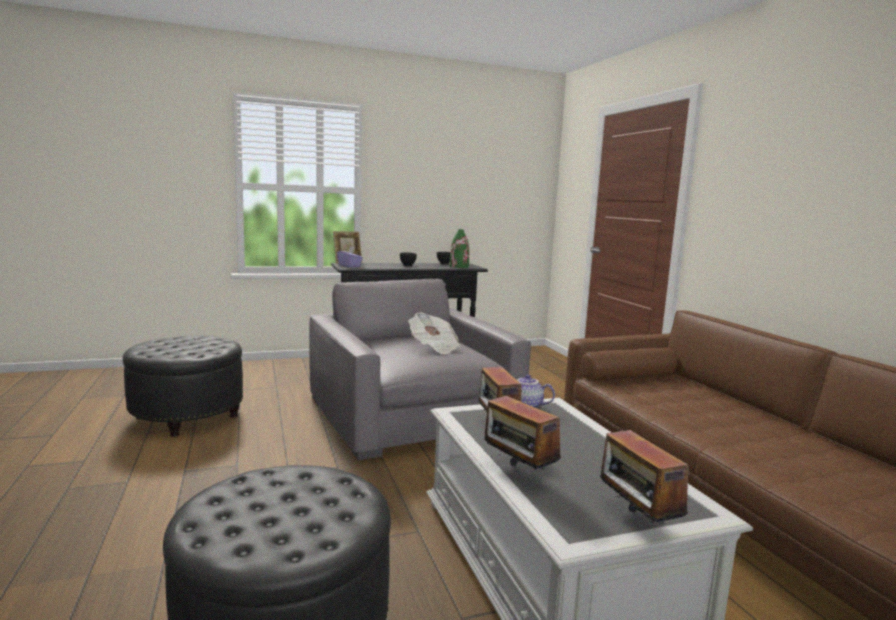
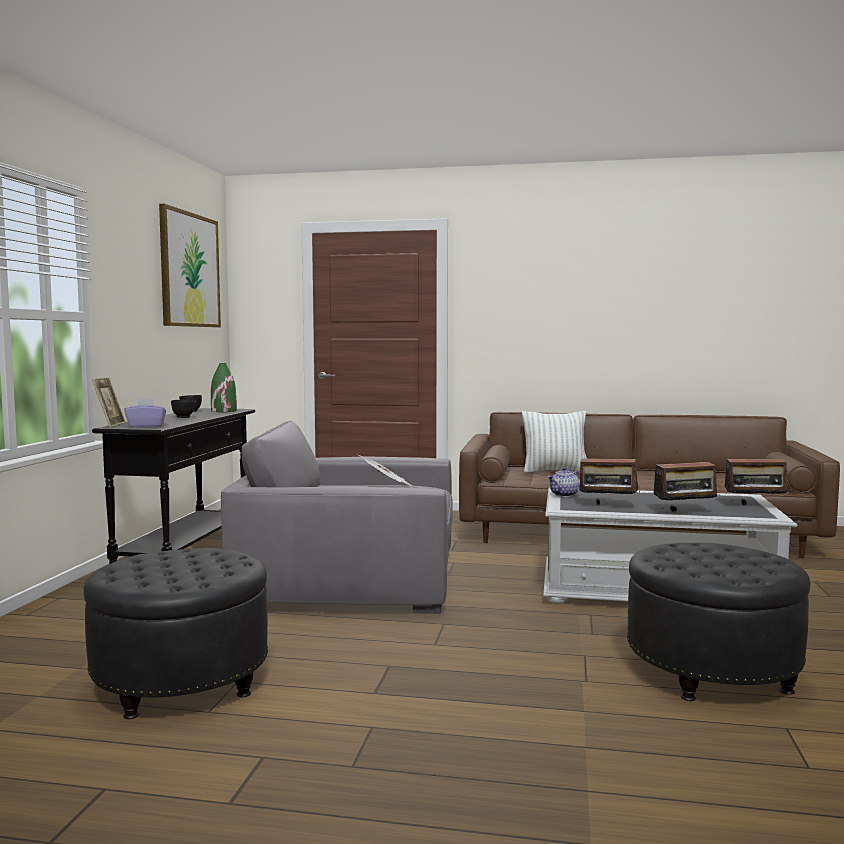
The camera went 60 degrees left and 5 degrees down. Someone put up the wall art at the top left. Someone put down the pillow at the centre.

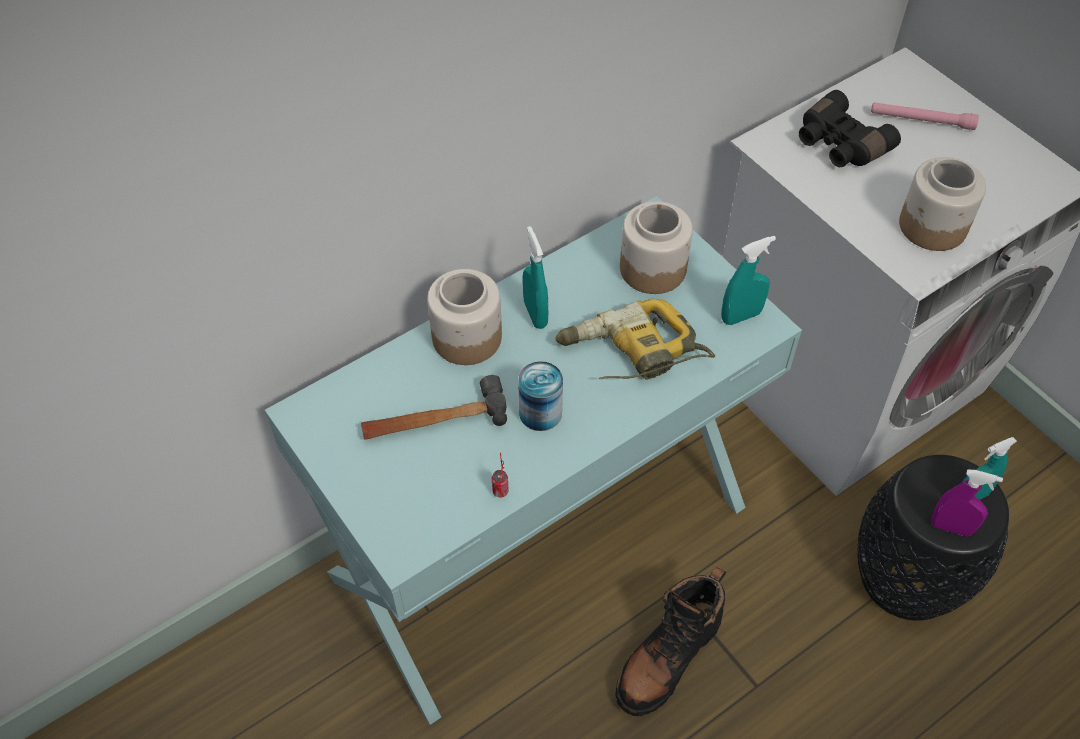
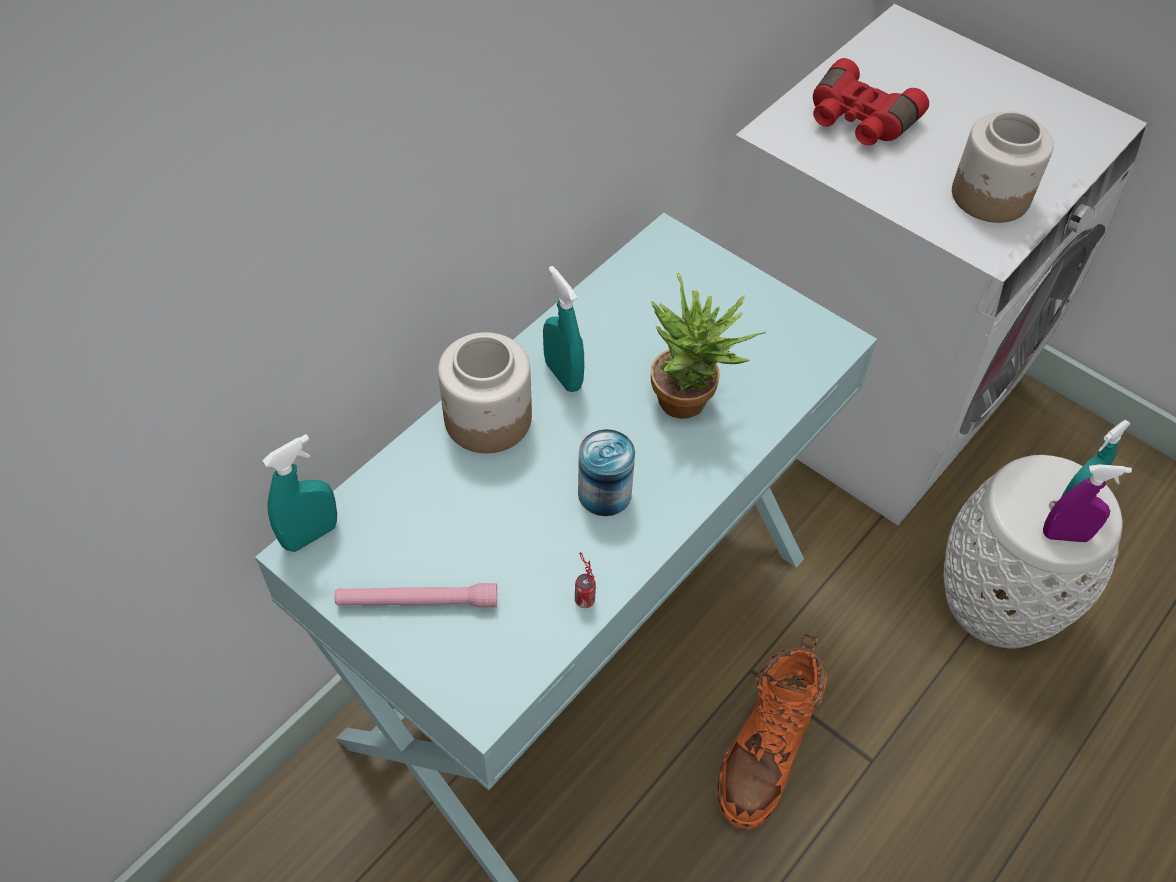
The camera went 15 degrees left and 0 degrees up. Someone took away the hammer at the centre. Someone took away the jar (2nd from left) at the centre. Someone carried the sprayer (turquoise) (2nd from left in the first image) from the middle right to the middle left. Someone carried the torch (pink) from the top right to the bottom centre. Someone swapped the drill at the centre for the potted plant at the centre. Someone repainted the high-top boot (black) at the bottom centre, which became the high-top boot (orangey) at the bottom centre. Someone repainted the field glasses (black) at the top right, which became the field glasses (red) at the top right. Someone repainted the sitting stool (black) at the bottom right, which became the sitting stool (white) at the middle right.

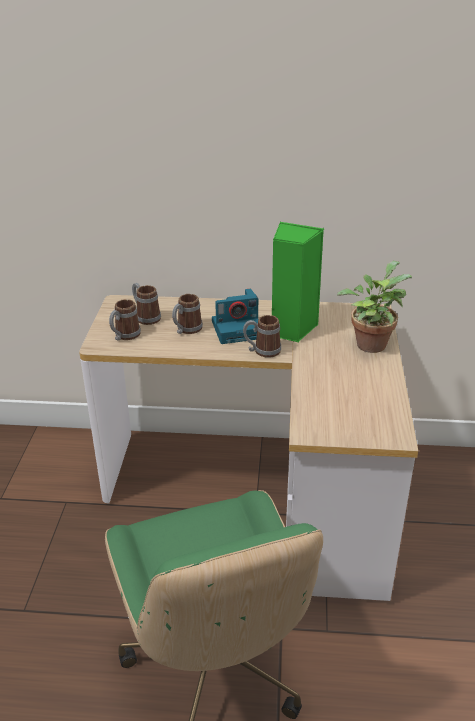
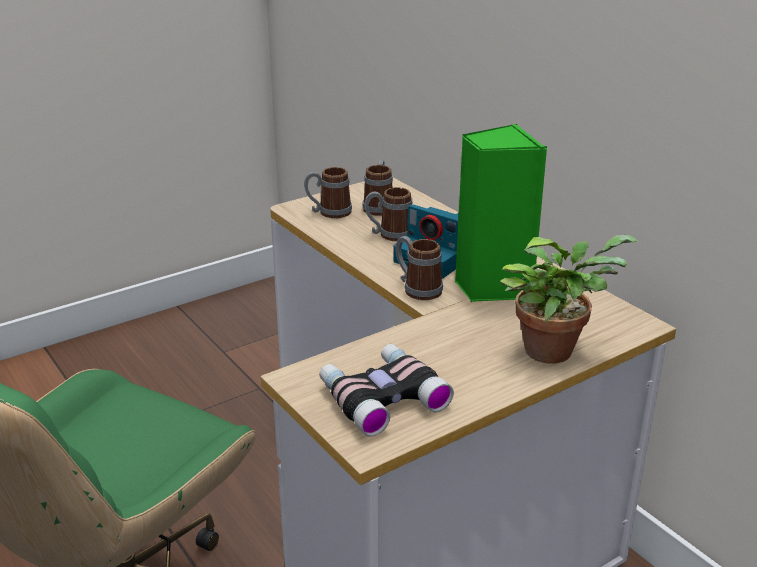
The camera went 50 degrees right and 5 degrees down. Someone put down the field glasses at the bottom centre.

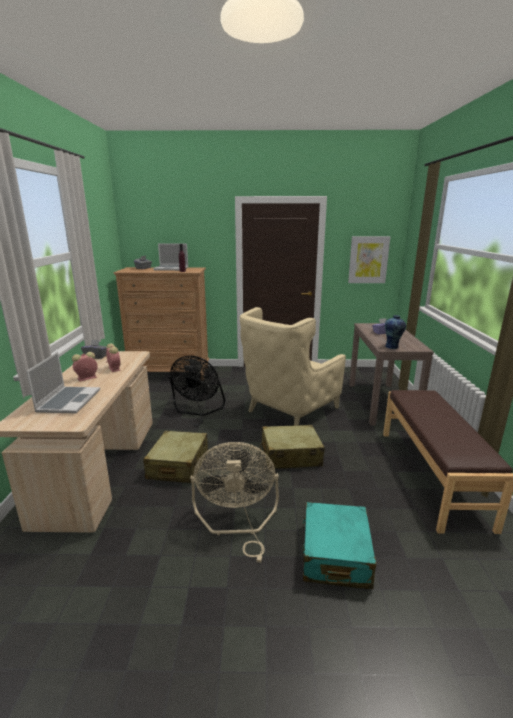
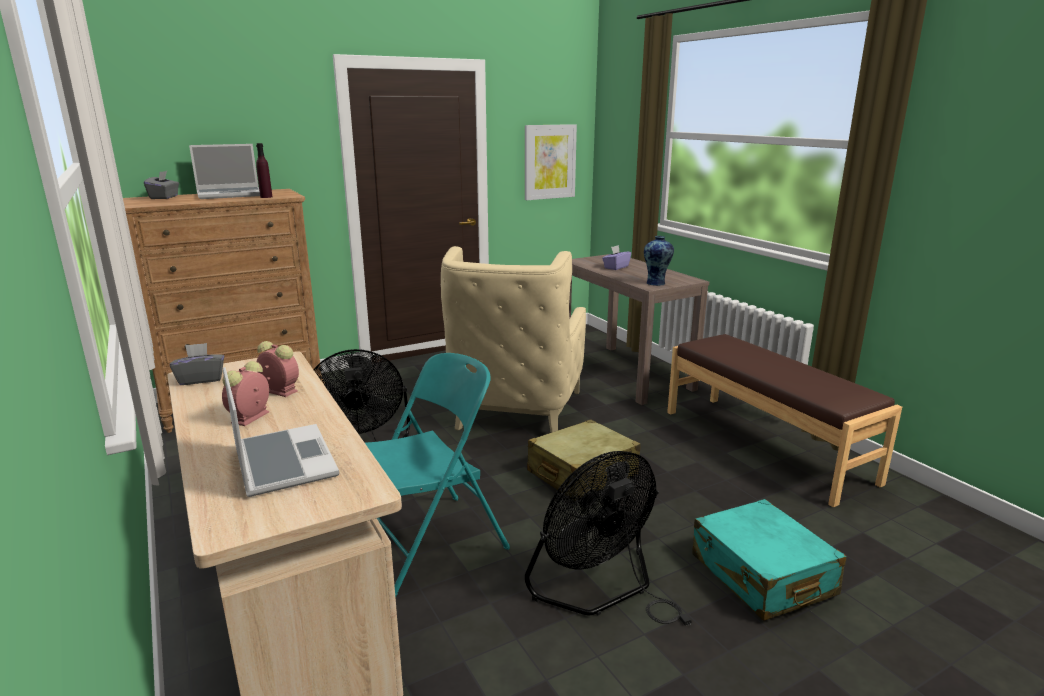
The camera went 30 degrees left and 0 degrees up. Someone swapped the piece of luggage (sand-coloured) (1st from left) at the centre for the upright chair (turquoise) at the bottom centre. Someone repainted the fan (sand-coloured) at the bottom centre, which became the fan (black) (2nd from left) at the bottom centre.

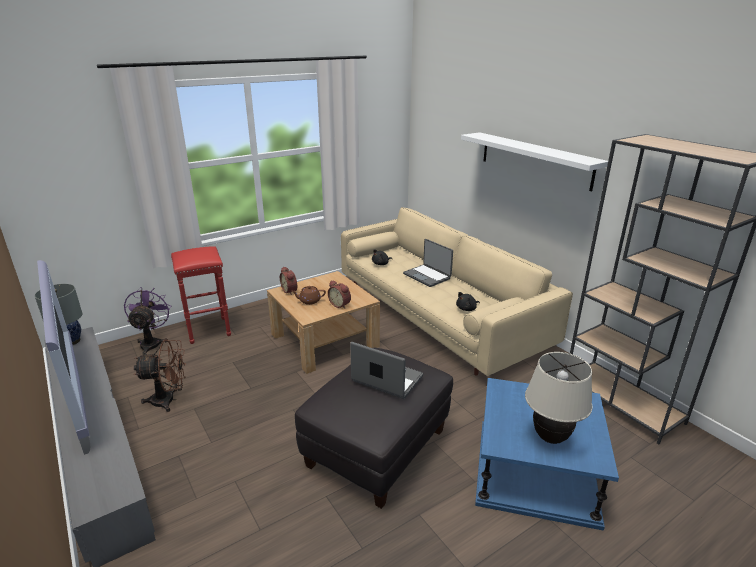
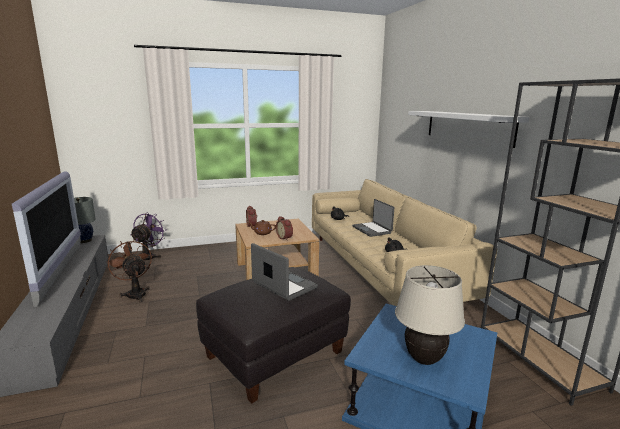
The camera went 15 degrees right and 10 degrees down. Someone took away the sitting stool (red) at the middle left. Someone rotated the fan (brown) at the middle left by 135 degrees counterclockwise.

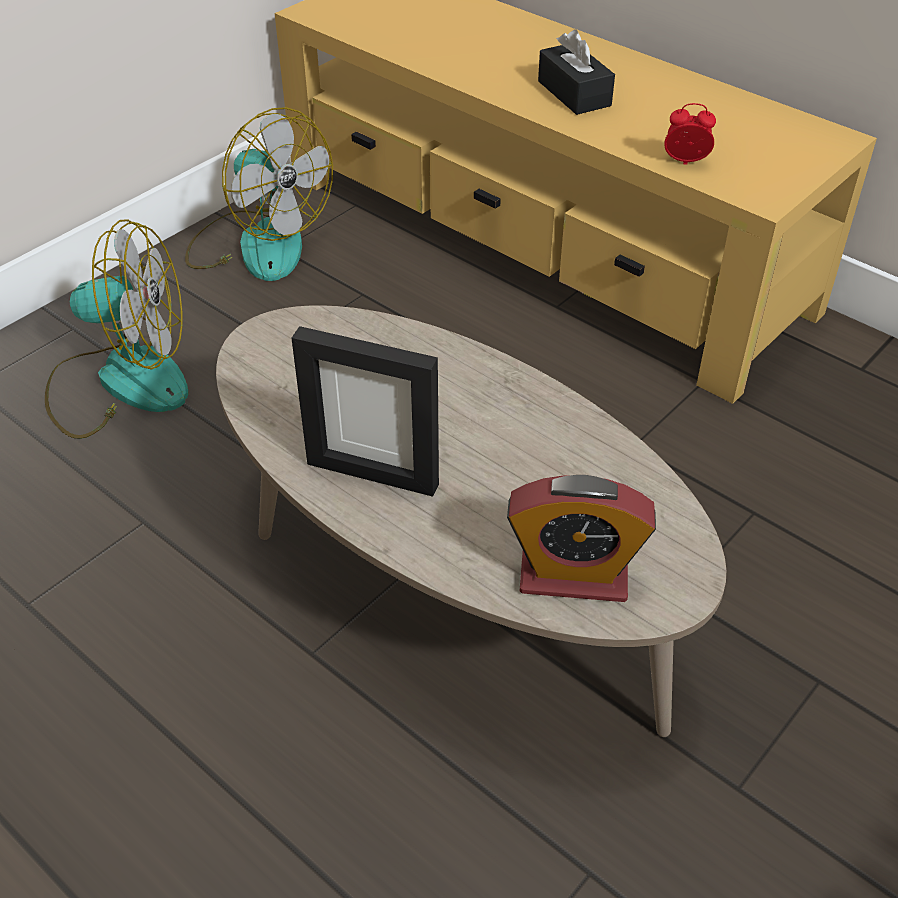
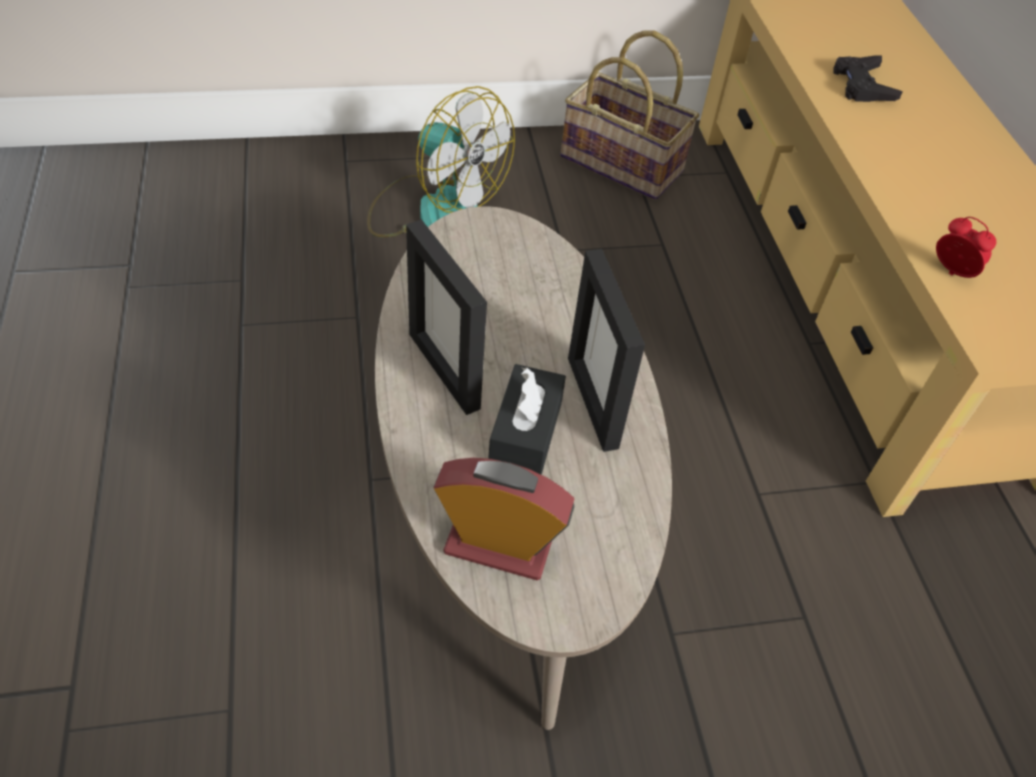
The camera went 35 degrees right and 5 degrees up. Someone put down the standing frame (2nd from left) at the centre. Someone put down the joypad (black) at the top right. Someone carried the box of tissues (black) from the top centre to the centre. Someone swapped the fan (2nd from left) at the top left for the storage basket at the top centre. Someone rotated the alarm clock (1st from left) at the centre by 150 degrees clockwise.

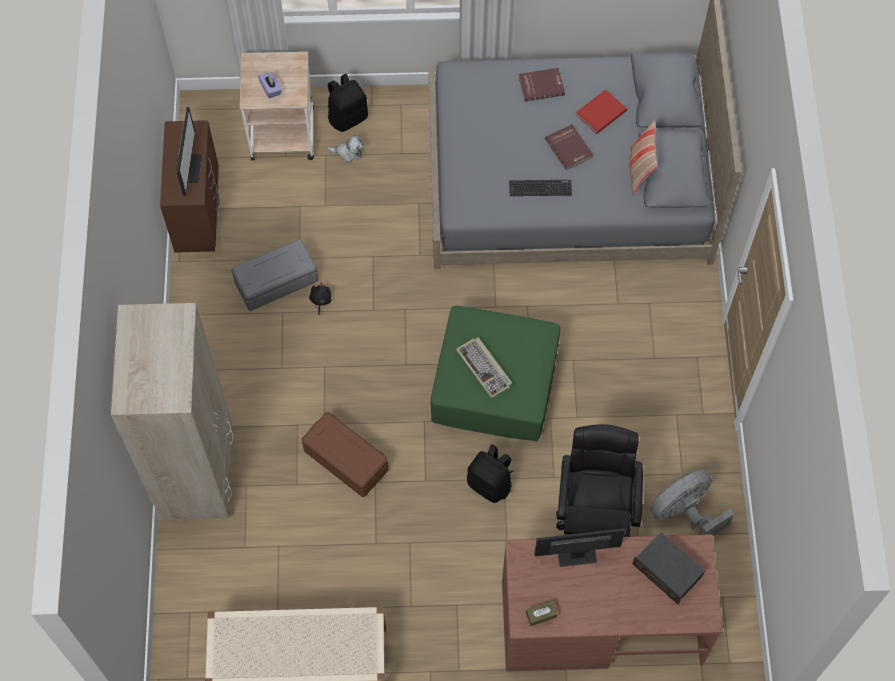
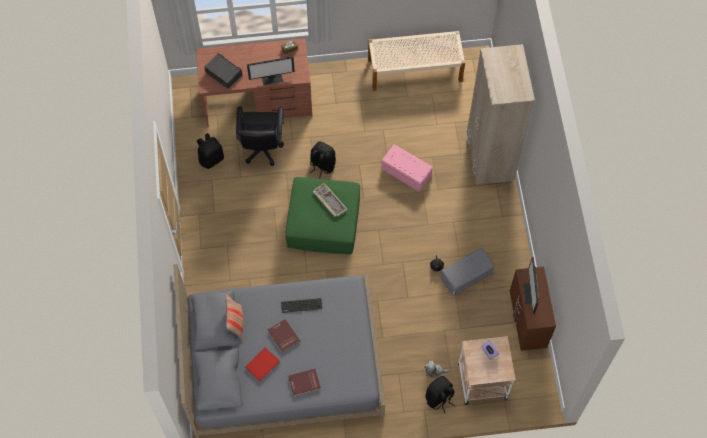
The camera went 175 degrees right and 0 degrees up. Someone swapped the fan (grey) at the bottom right for the rucksack (black) (1st from left) at the middle left. Someone repainted the storage box (brown) at the bottom centre, which became the storage box (pink) at the centre.

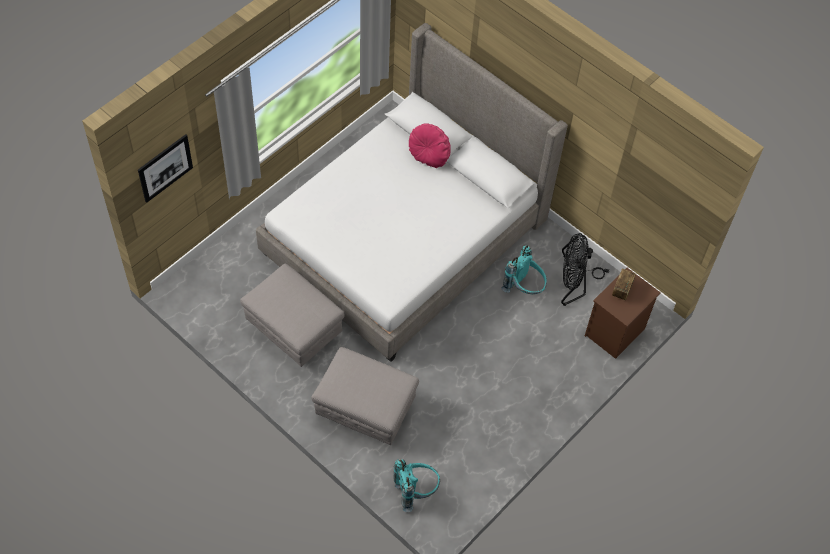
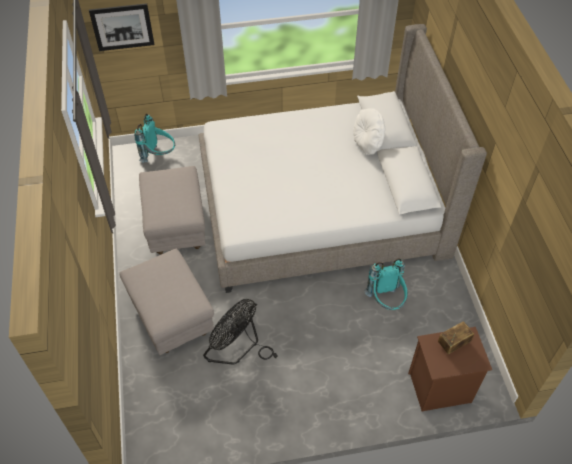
The camera went 40 degrees right and 5 degrees down. Someone carried the rucksack (turquoise) (1st from left) from the bottom centre to the top left. Someone carried the fan (black) from the middle right to the bottom centre. Someone repainted the pillow (pink) at the top centre, which became the pillow (white) at the top centre.

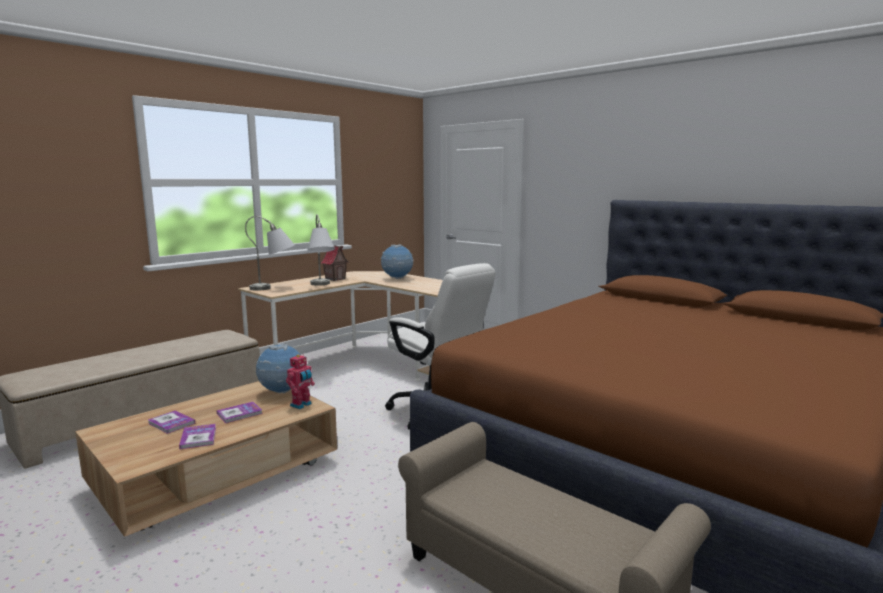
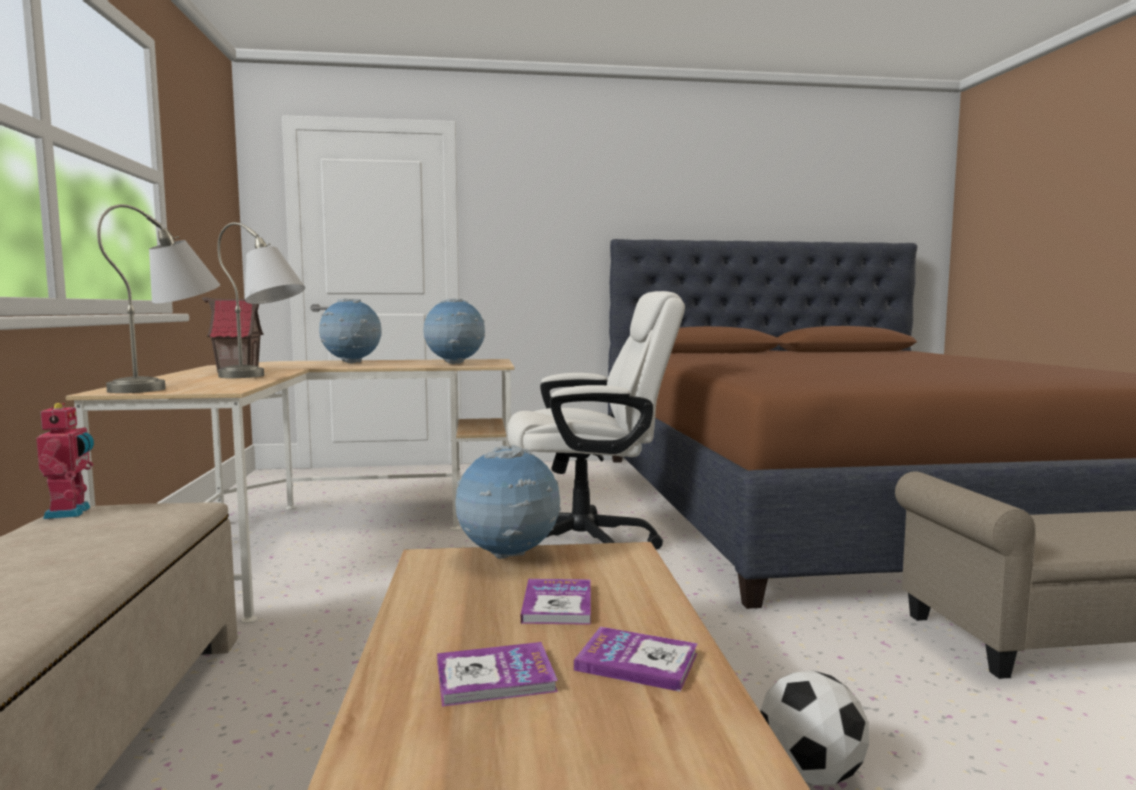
The camera went 50 degrees left and 5 degrees down. Someone put down the world globe (2nd from left) at the centre. Someone put down the football ball at the bottom right. Someone carried the robot figure from the centre to the middle left.

